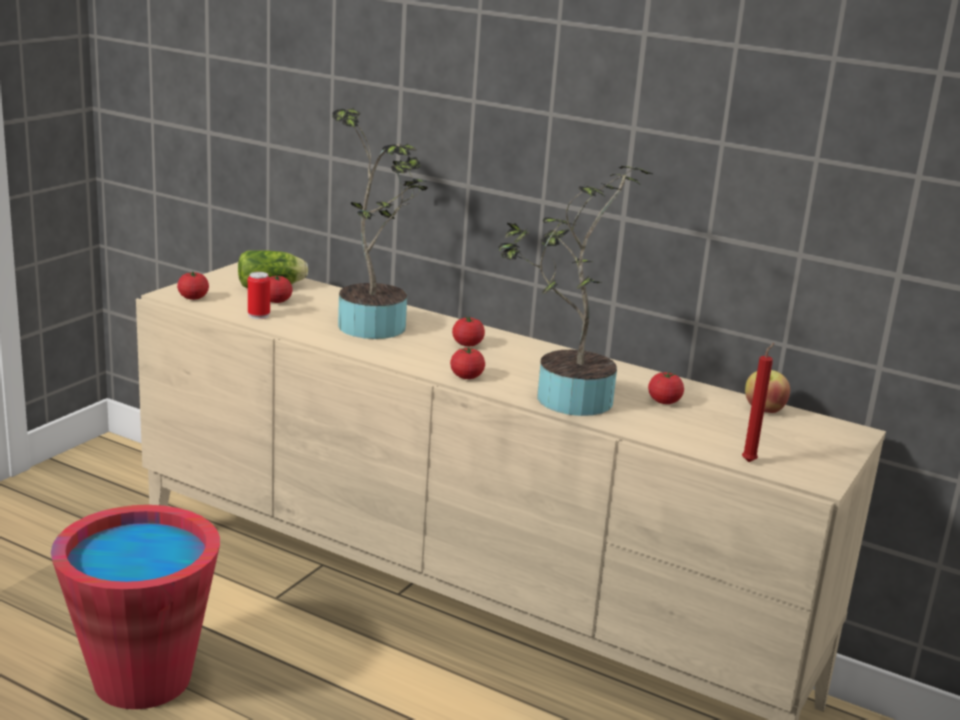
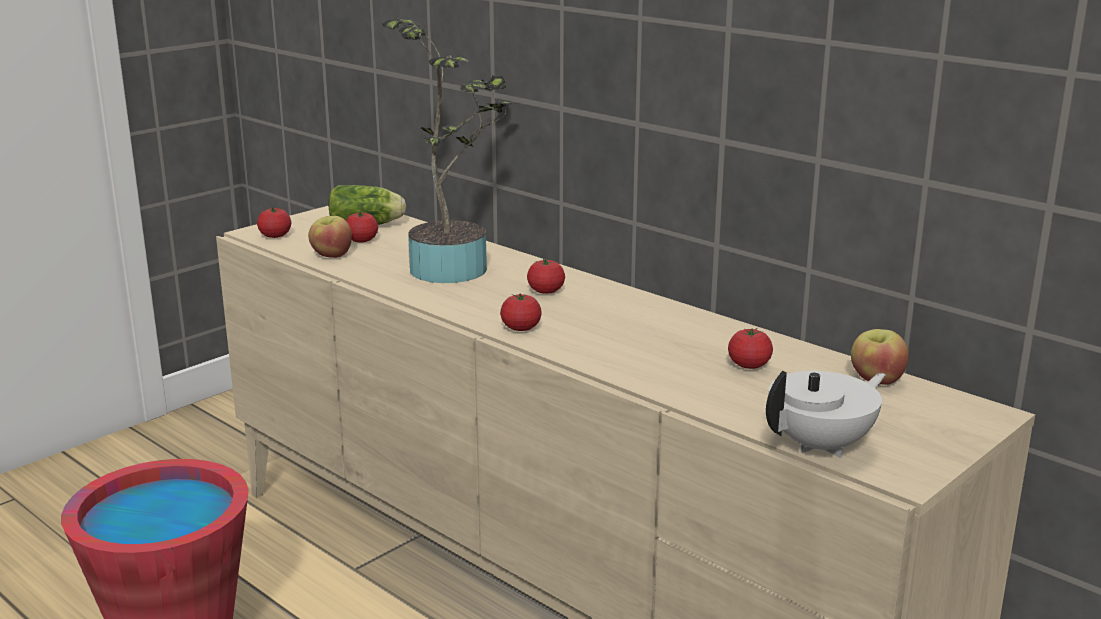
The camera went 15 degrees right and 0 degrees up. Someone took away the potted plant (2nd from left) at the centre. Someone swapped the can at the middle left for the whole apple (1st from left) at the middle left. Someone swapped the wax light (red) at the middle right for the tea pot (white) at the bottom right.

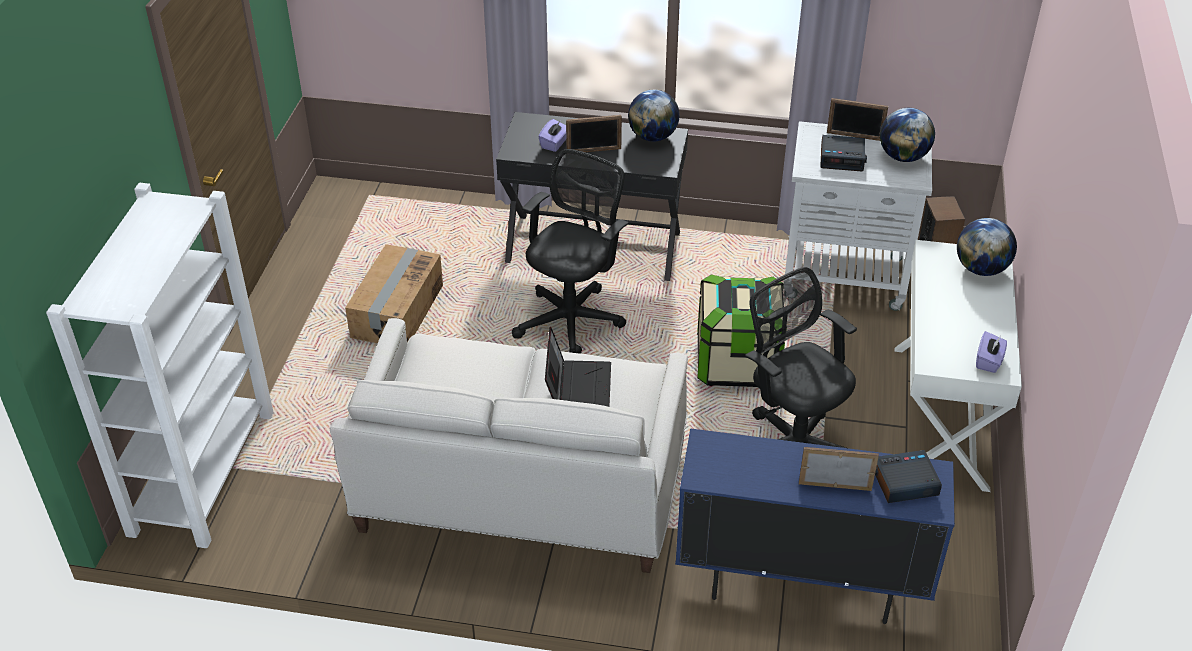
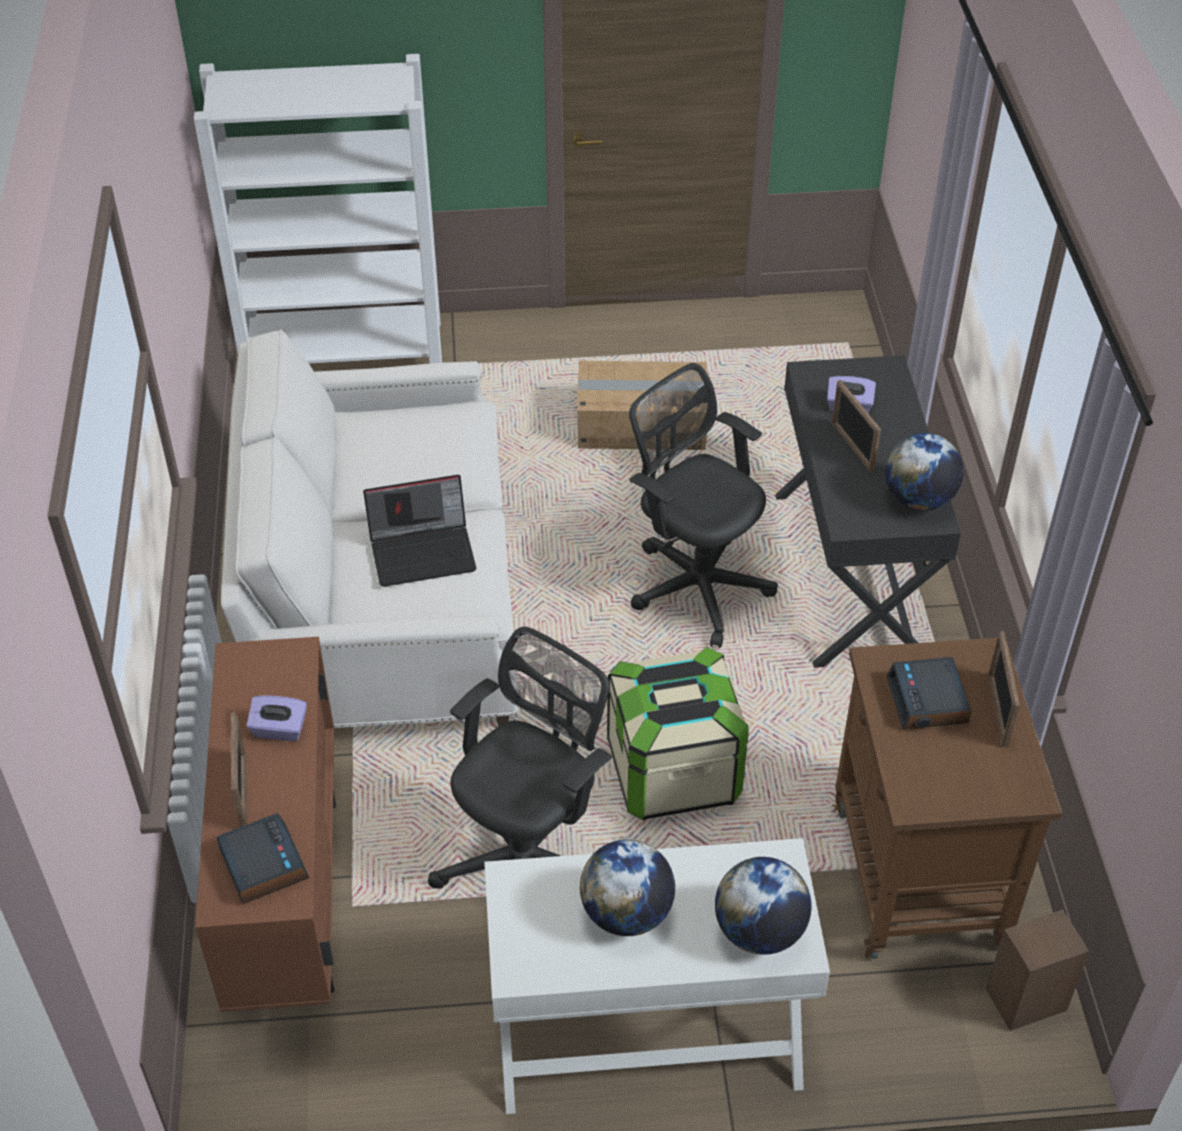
The camera went 75 degrees right and 5 degrees up. Someone carried the world globe (2nd from left in the first image) from the top right to the bottom centre. Someone carried the box of tissues (purple-coloured) (2nd from left in the first image) from the middle right to the middle left. Someone repainted the cabinet (bluish) at the bottom right, which became the cabinet (brown) at the bottom left. Someone repainted the cart (white) at the top right, which became the cart (brown) at the bottom right. Someone rotated the desk chair (black) (1st from left in the first image) at the centre by 150 degrees counterclockwise.

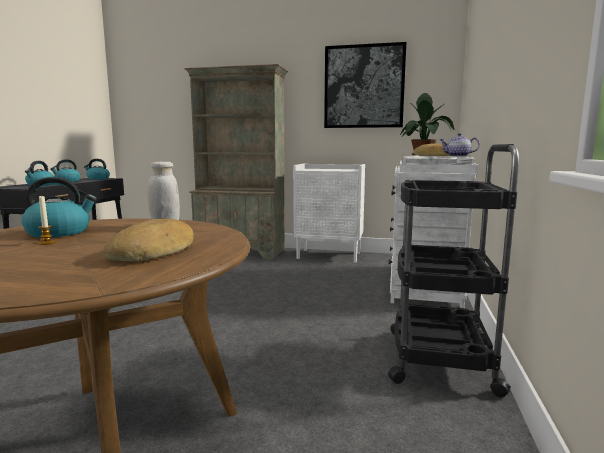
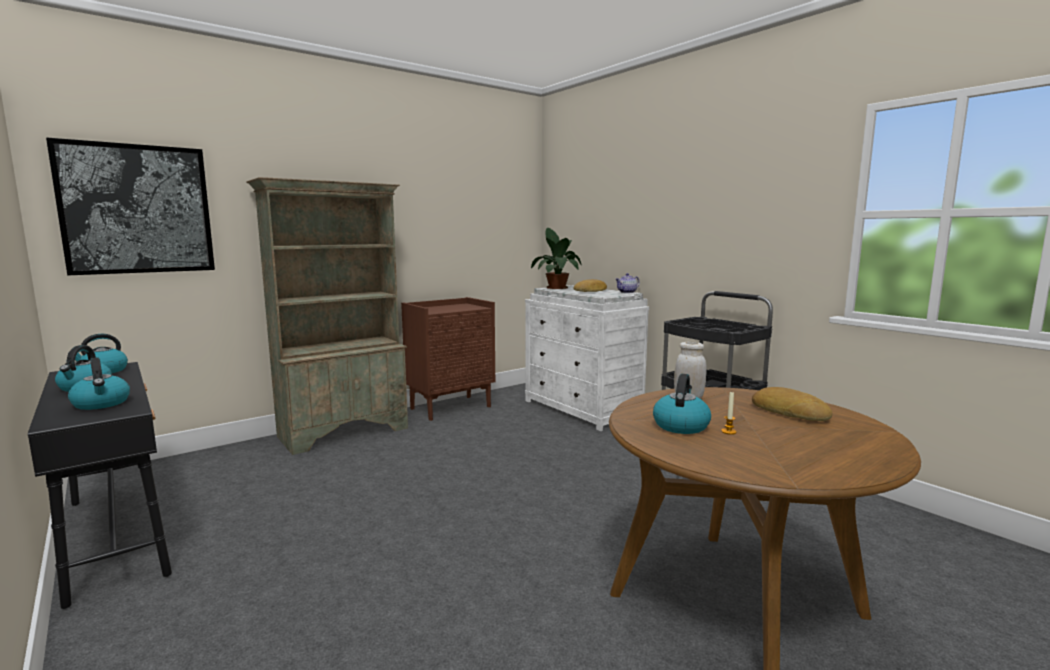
The camera went 50 degrees left and 0 degrees up. Someone carried the wall art from the top centre to the top left. Someone repainted the cabinet (white) at the centre, which became the cabinet (brown) at the centre.

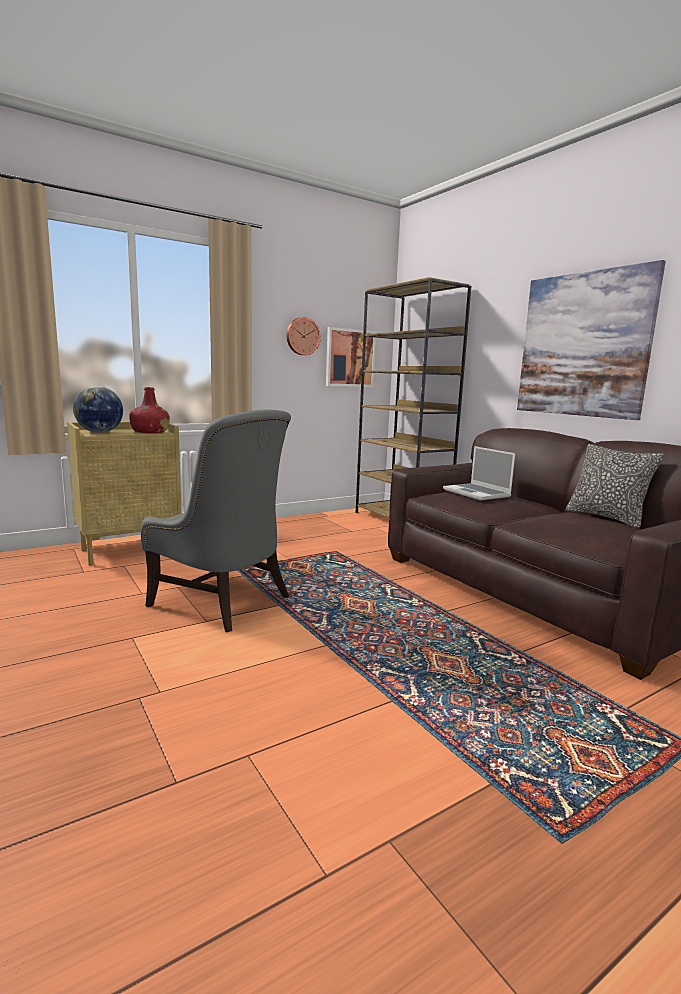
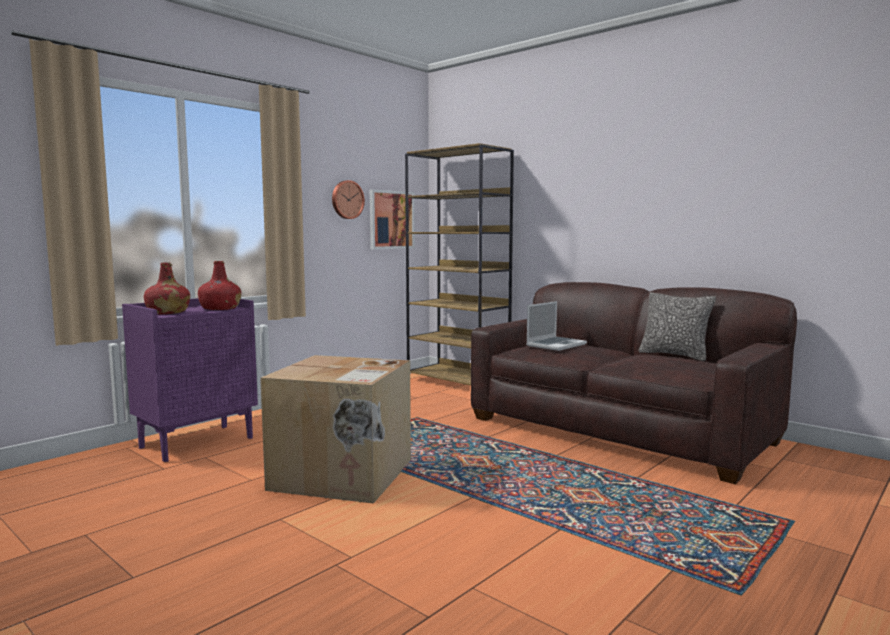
The camera went 15 degrees left and 5 degrees down. Someone took away the wall art (2nd from left) at the middle right. Someone swapped the world globe at the middle left for the beverage bottle (red) (1st from left) at the middle left. Someone swapped the upright chair (grey) at the middle left for the cardboard box at the bottom centre. Someone repainted the cabinet (sand-coloured) at the middle left, which became the cabinet (purple-coloured) at the middle left. Someone rotated the laptop at the middle right by 90 degrees counterclockwise.

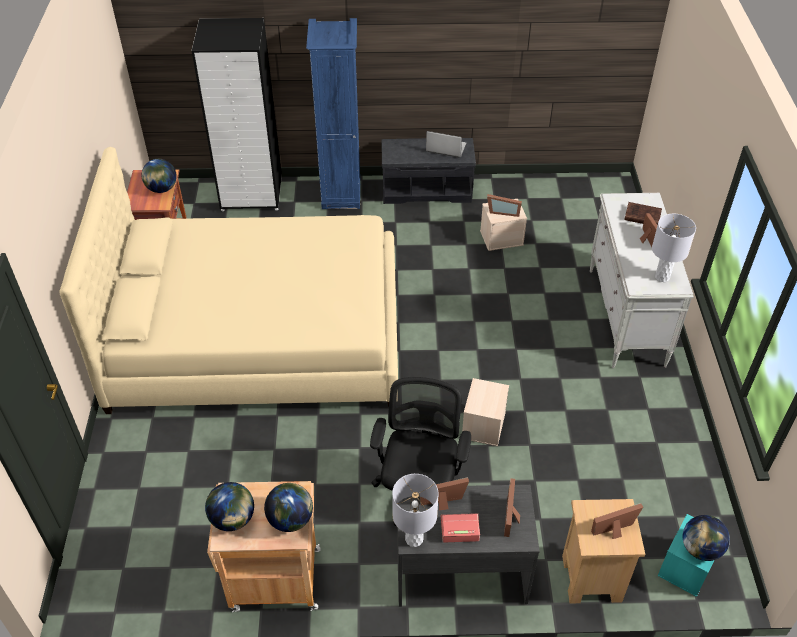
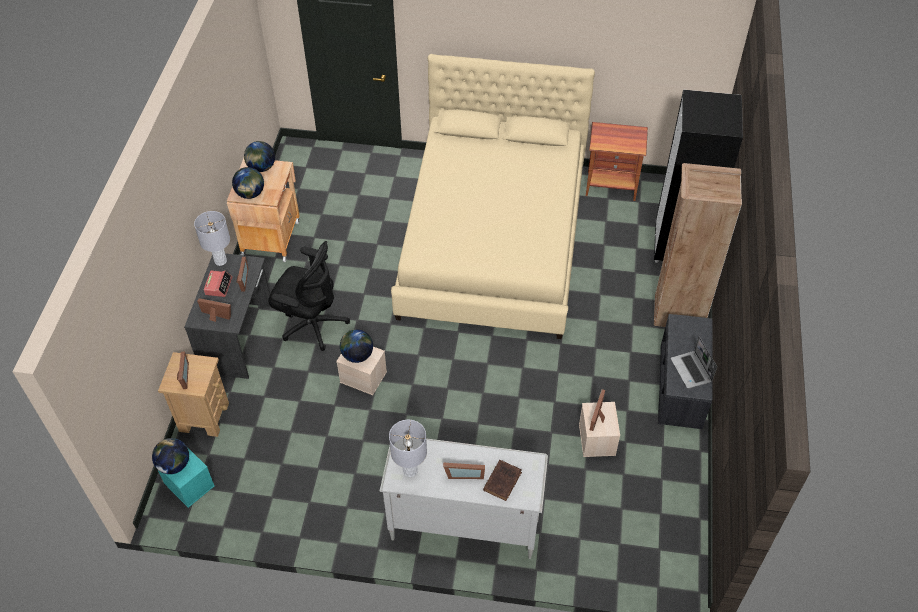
The camera went 100 degrees right and 5 degrees up. Someone carried the world globe (1st from left in the first image) from the top left to the centre. Someone repainted the cabinet (bluish) at the top centre, which became the cabinet (brown) at the middle right. Someone rotated the laptop at the top centre by 135 degrees clockwise.

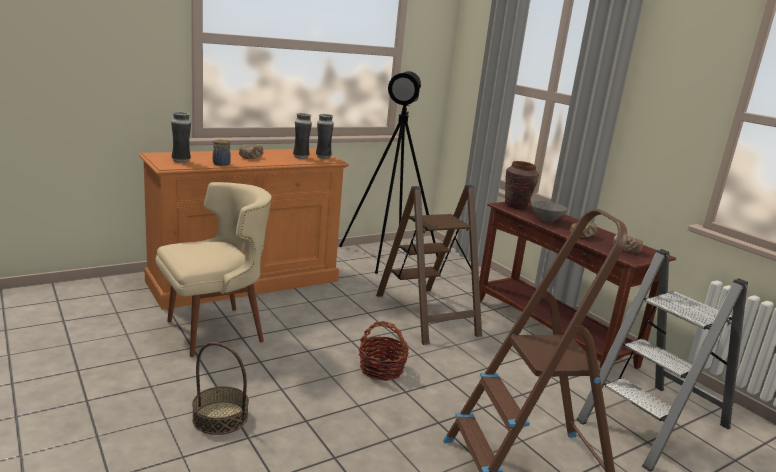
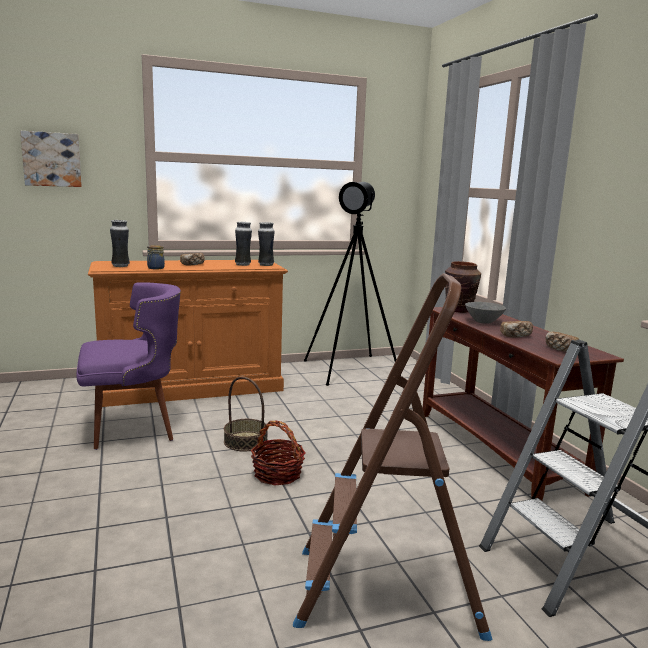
The camera went 15 degrees right and 5 degrees down. Someone took away the step ladder (brown) (1st from left) at the centre. Someone put up the wall art at the top left. Someone carried the storage basket (1st from left) from the bottom left to the centre. Someone repainted the upright chair (sand-coloured) at the middle left, which became the upright chair (purple-coloured) at the middle left.

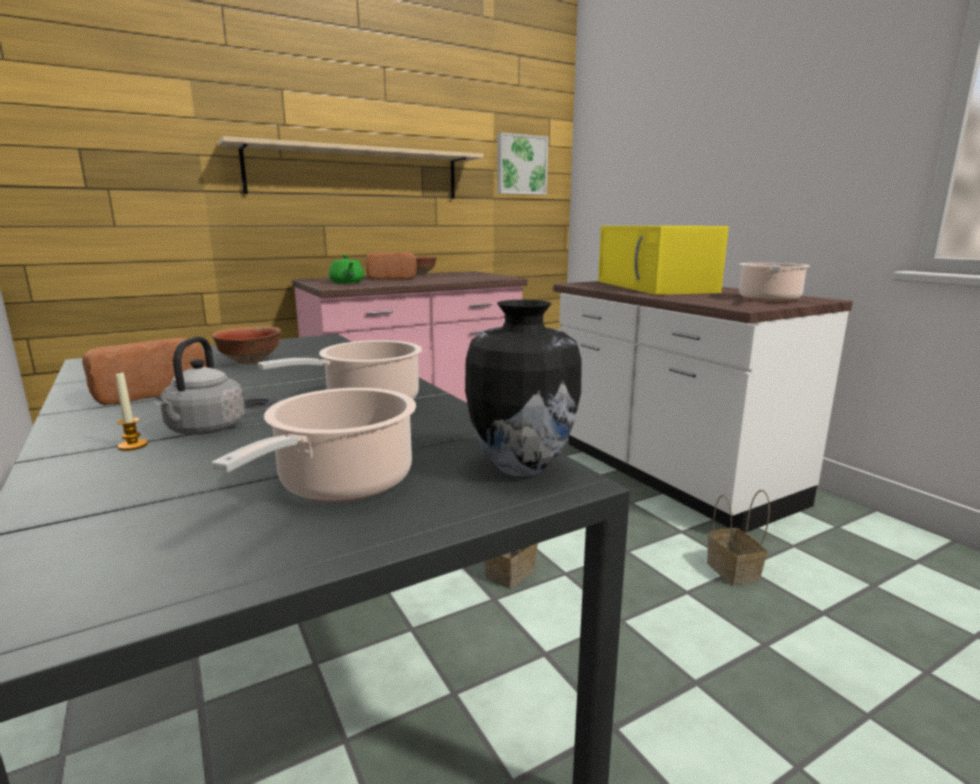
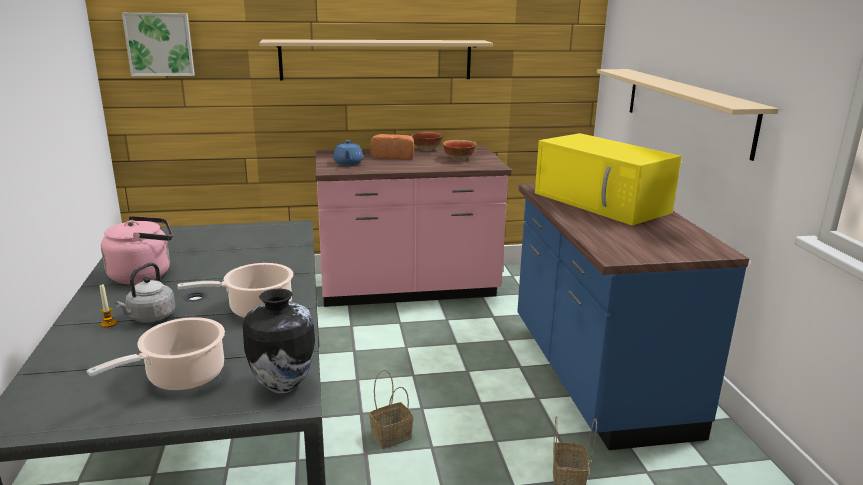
The camera went 20 degrees right and 5 degrees up. Someone took away the cooking pot (3rd from left) at the middle right. Someone put up the shelf (sand-coloured) (2nd from left) at the top right. Someone carried the bowl (1st from left in the first image) from the middle left to the top centre. Someone carried the wall art from the top centre to the top left. Someone swapped the bakery bread (1st from left) at the middle left for the tea kettle (pink) at the middle left. Someone repainted the tea pot (green-coloured) at the centre, which became the tea pot (bluish) at the top centre. Someone repainted the counter (white) at the middle right, which became the counter (bluish) at the middle right. Someone rotated the microwave oven (yellow) at the top right by 45 degrees counterclockwise.

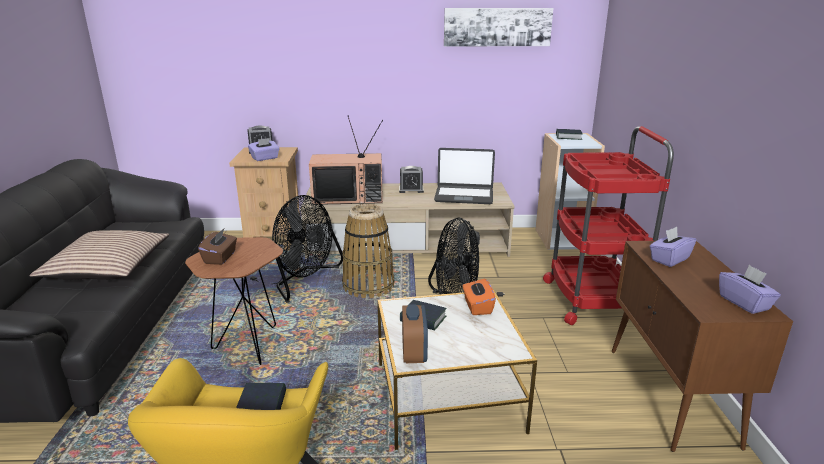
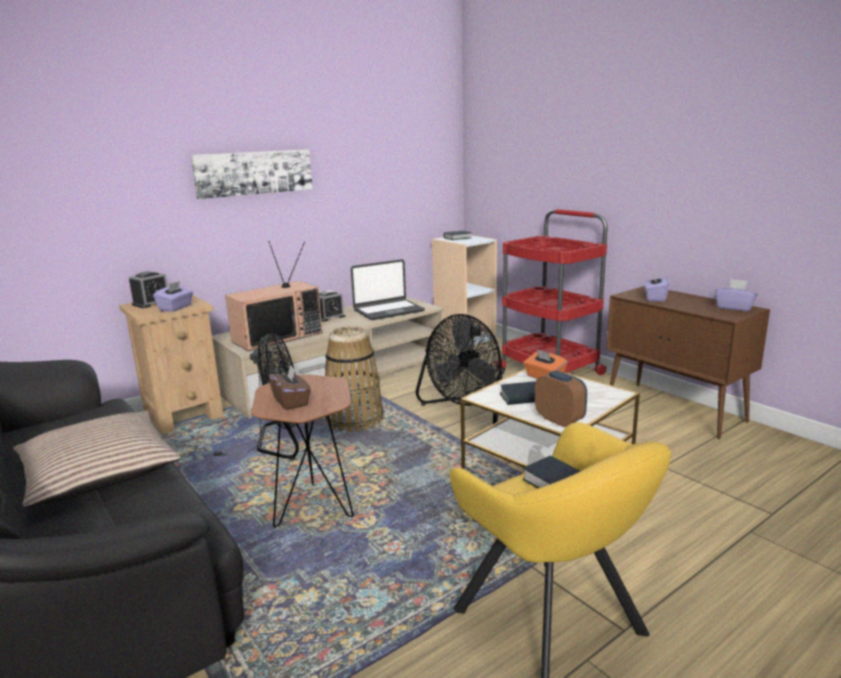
The camera went 35 degrees left and 5 degrees down. Someone carried the wall art from the top centre to the top left.

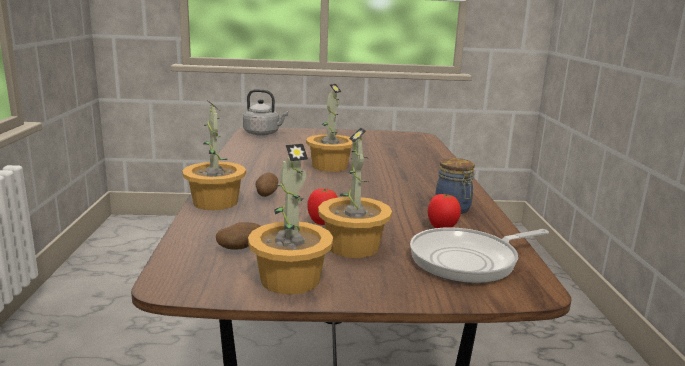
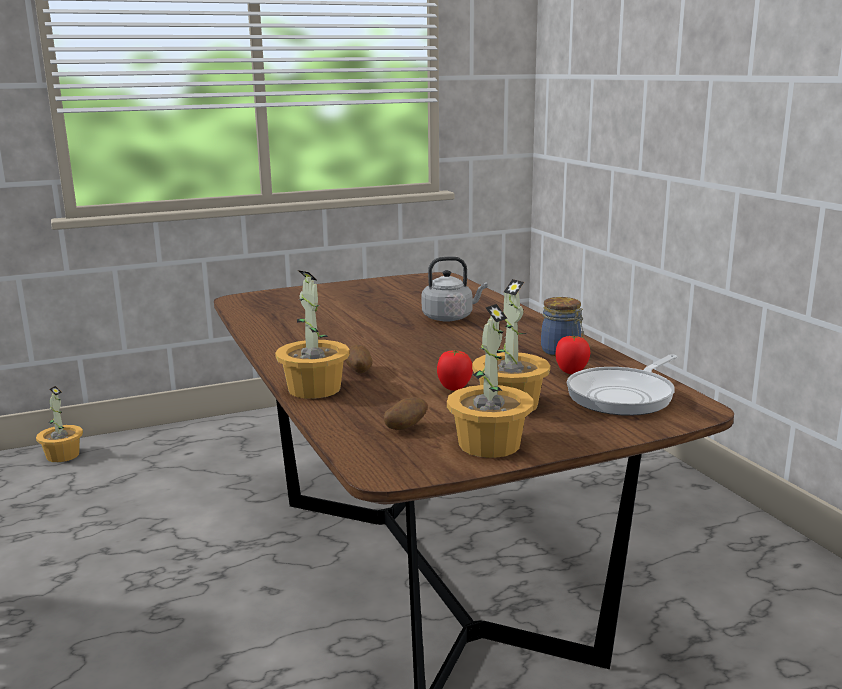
The camera went 20 degrees left and 0 degrees up. Someone carried the tea kettle (grey) from the top centre to the centre. Someone carried the potted plant (3rd from left in the first image) from the centre to the middle left.

